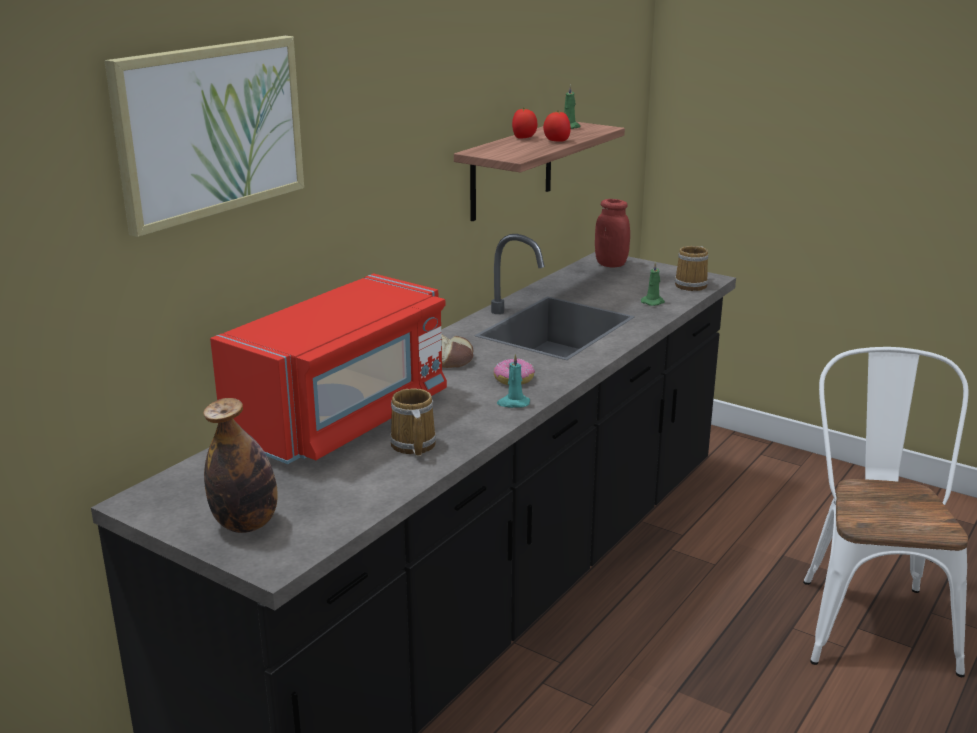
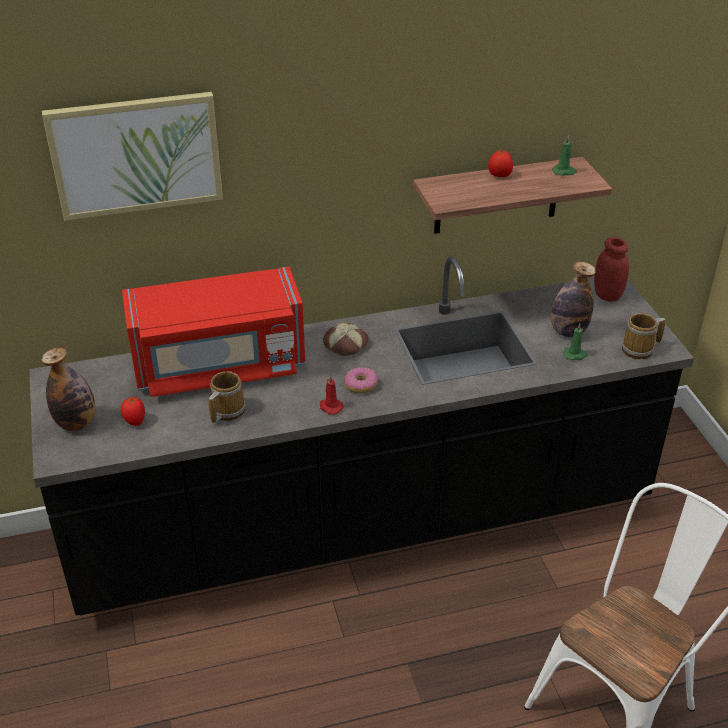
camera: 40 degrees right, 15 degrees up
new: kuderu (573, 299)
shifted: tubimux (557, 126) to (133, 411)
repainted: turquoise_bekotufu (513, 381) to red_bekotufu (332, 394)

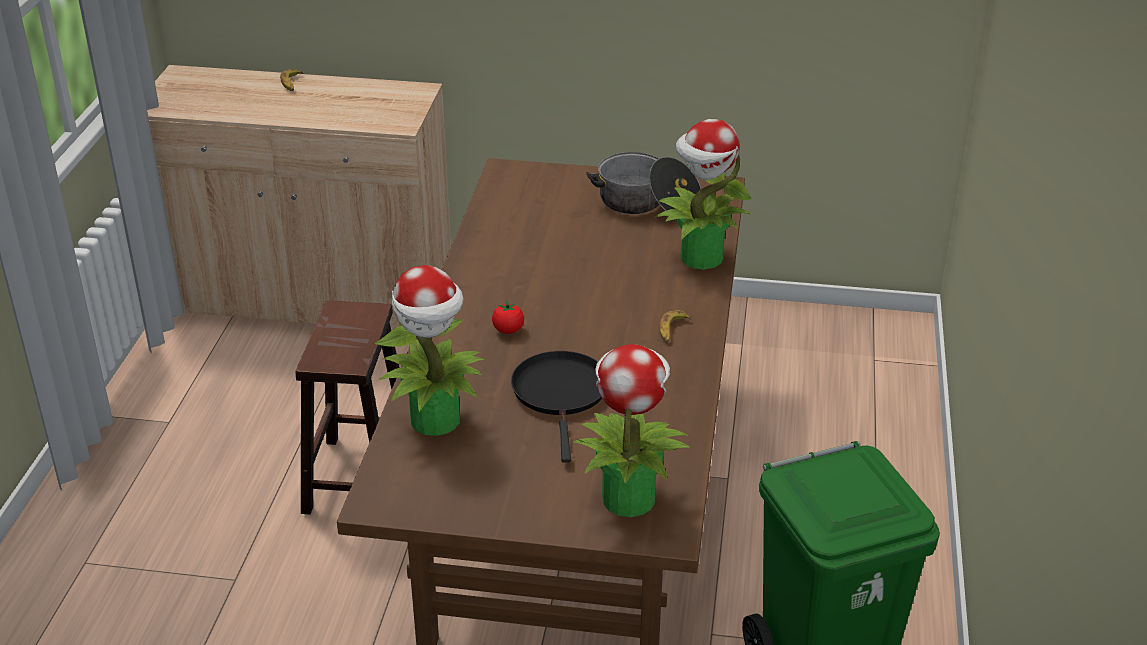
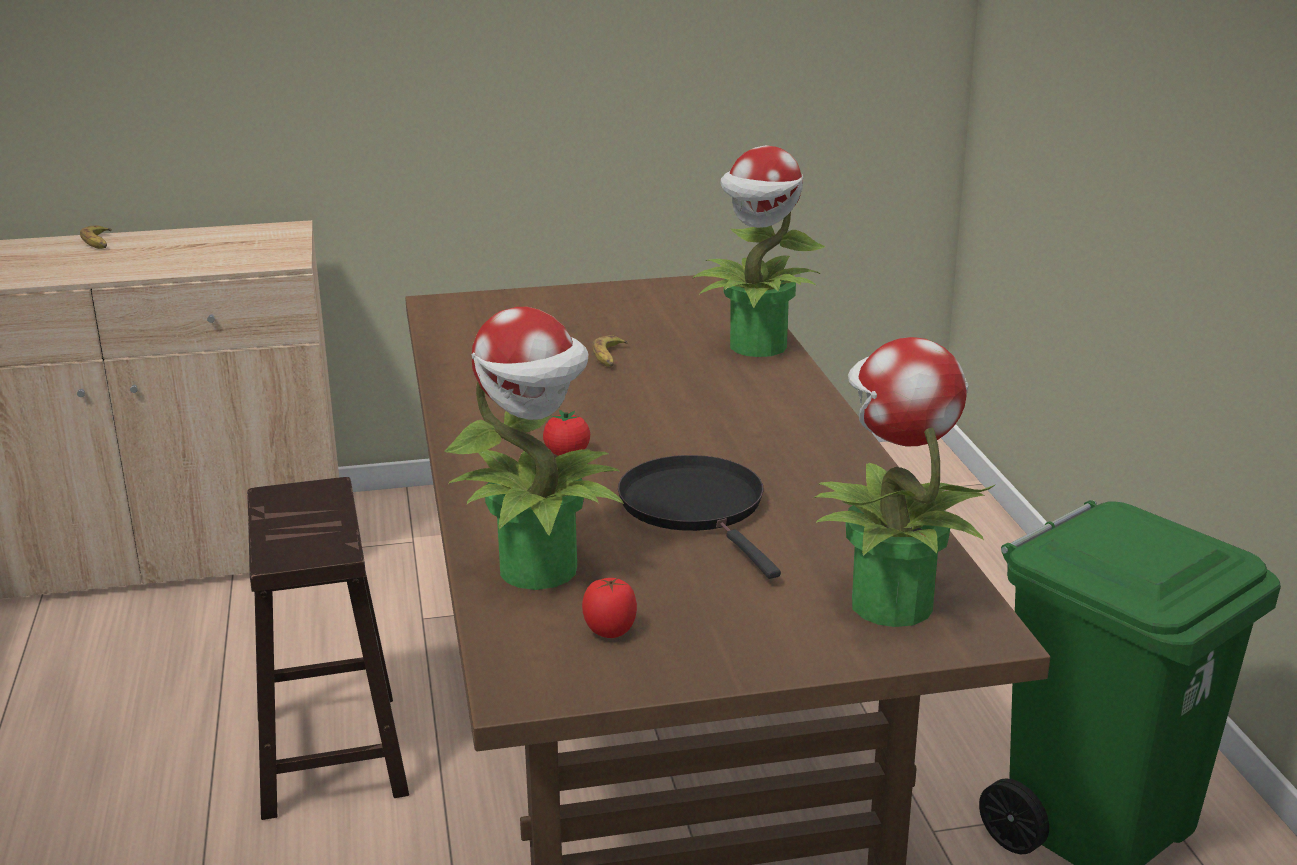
camera: 20 degrees left, 10 degrees down
gone: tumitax (643, 183)
new: tubimux (609, 608)
shifted: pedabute (675, 326) to (610, 351)

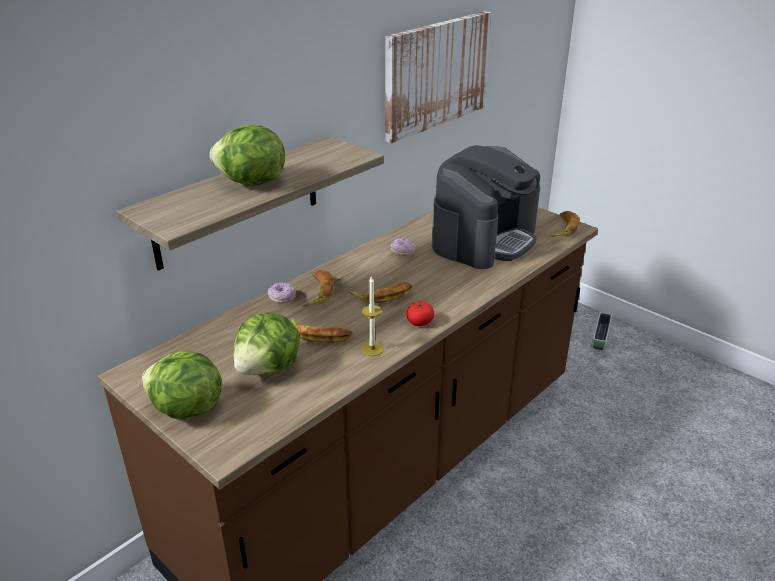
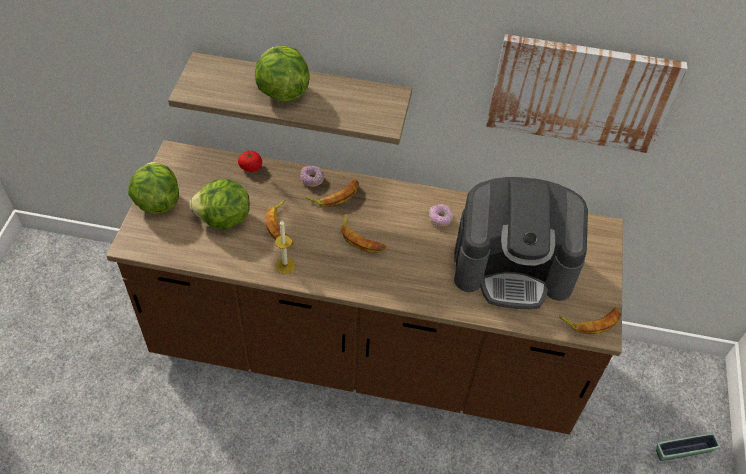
camera: 55 degrees right, 20 degrees up
shifted: tubimux (420, 313) to (250, 161)

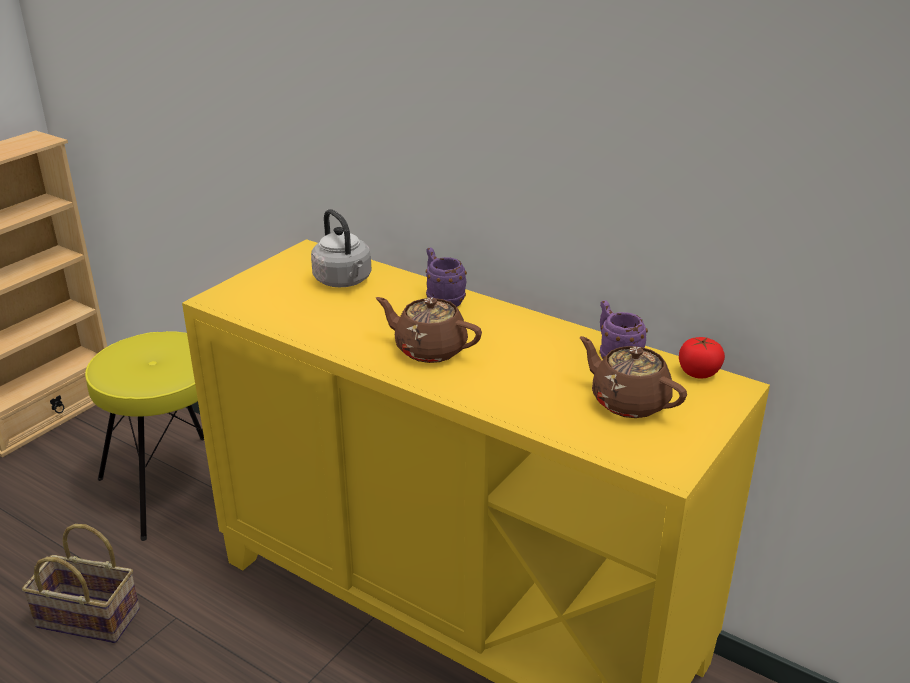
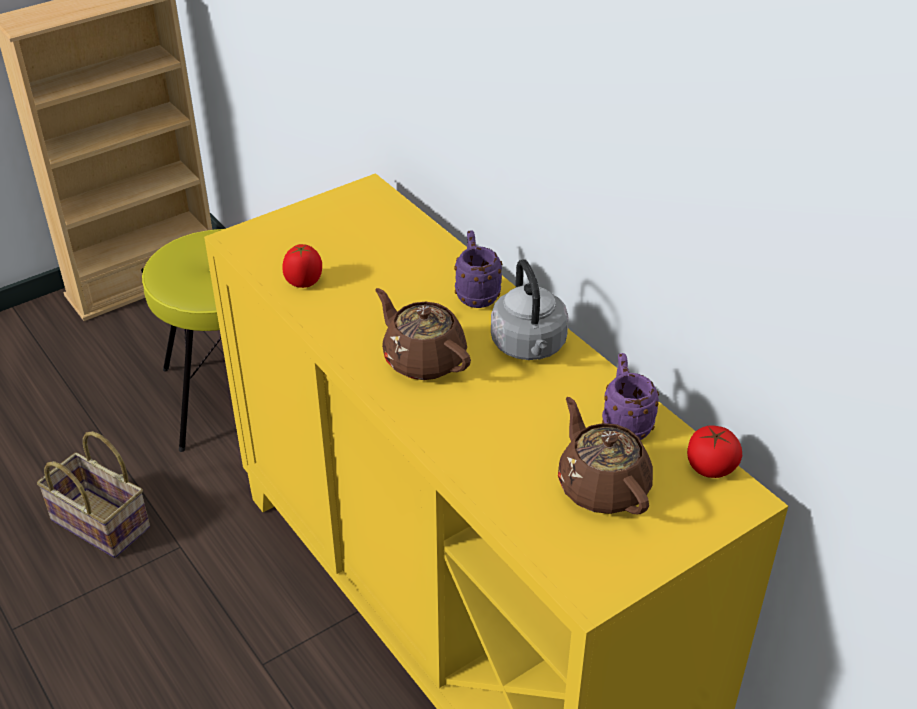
camera: 20 degrees right, 10 degrees up
new: tubimux (302, 266)
shifted: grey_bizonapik (341, 248) to (530, 309)

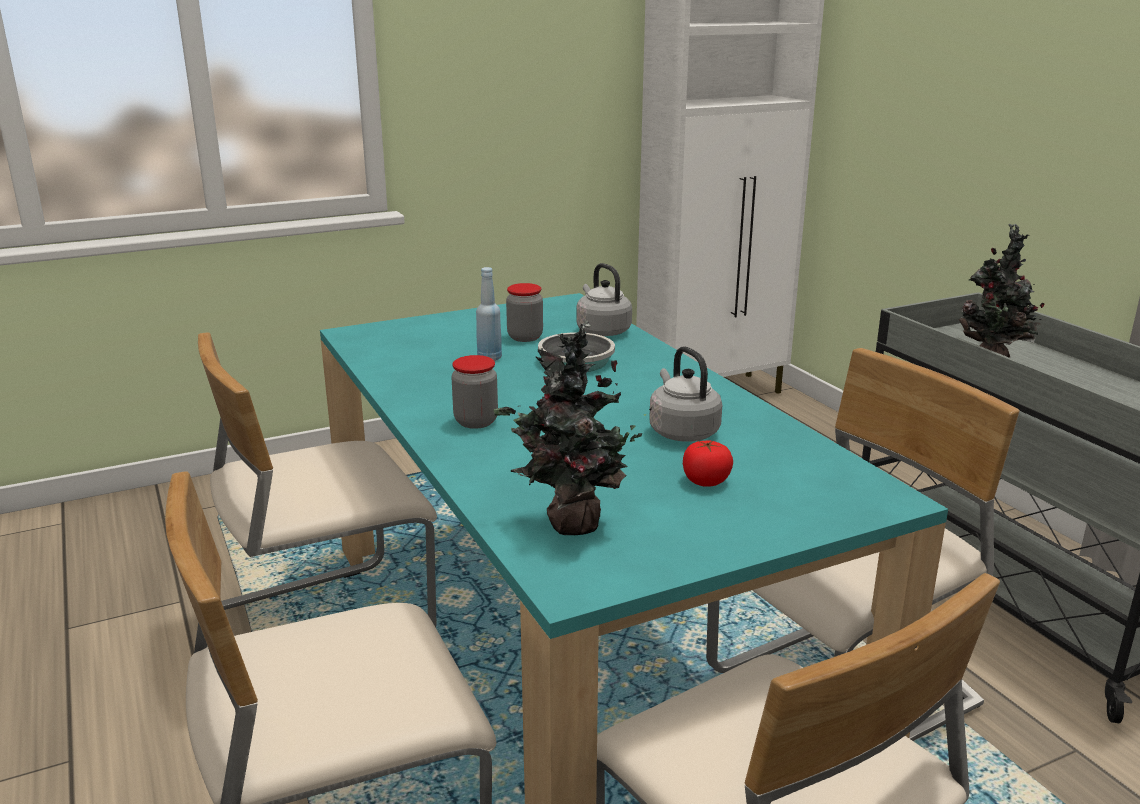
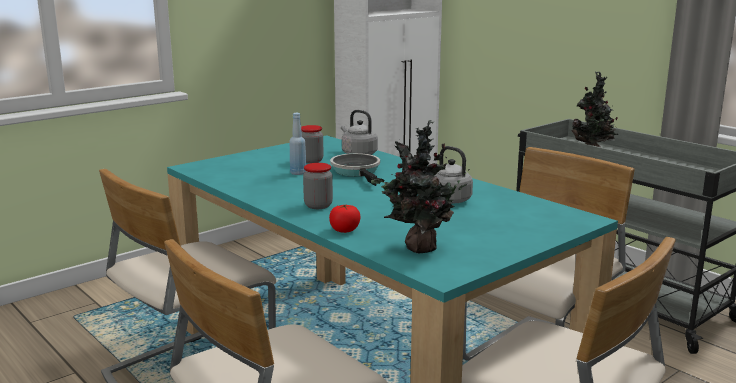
camera: 15 degrees left, 5 degrees down
shifted: tubimux (708, 463) to (345, 218)

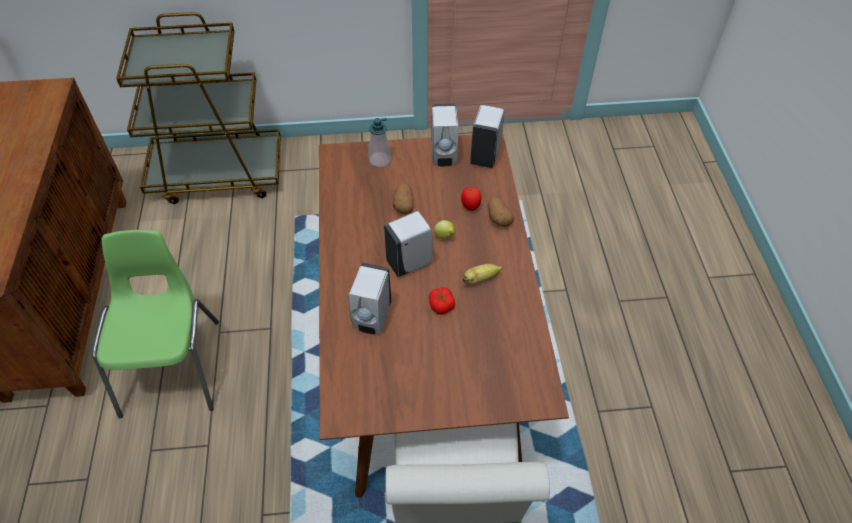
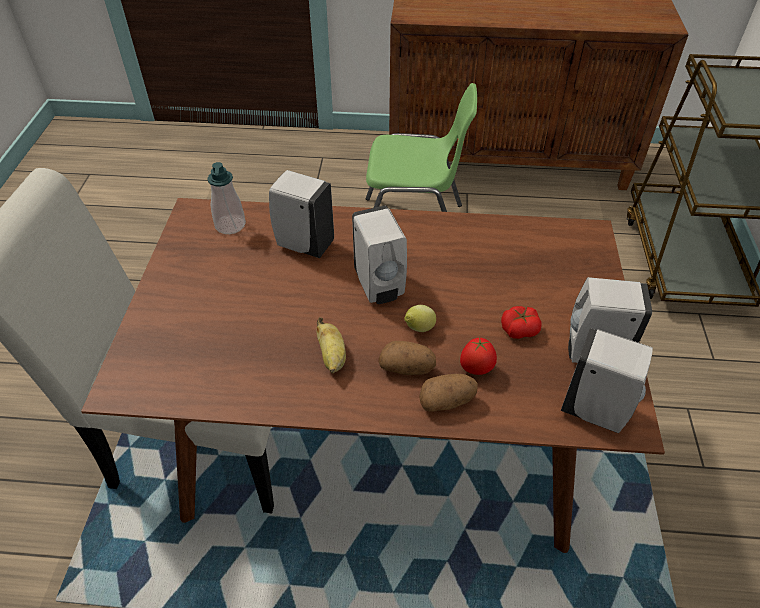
camera: 100 degrees right, 5 degrees down
shifted: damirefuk (379, 142) to (226, 198); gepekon (403, 198) to (407, 358); tubimux (442, 301) to (521, 322)

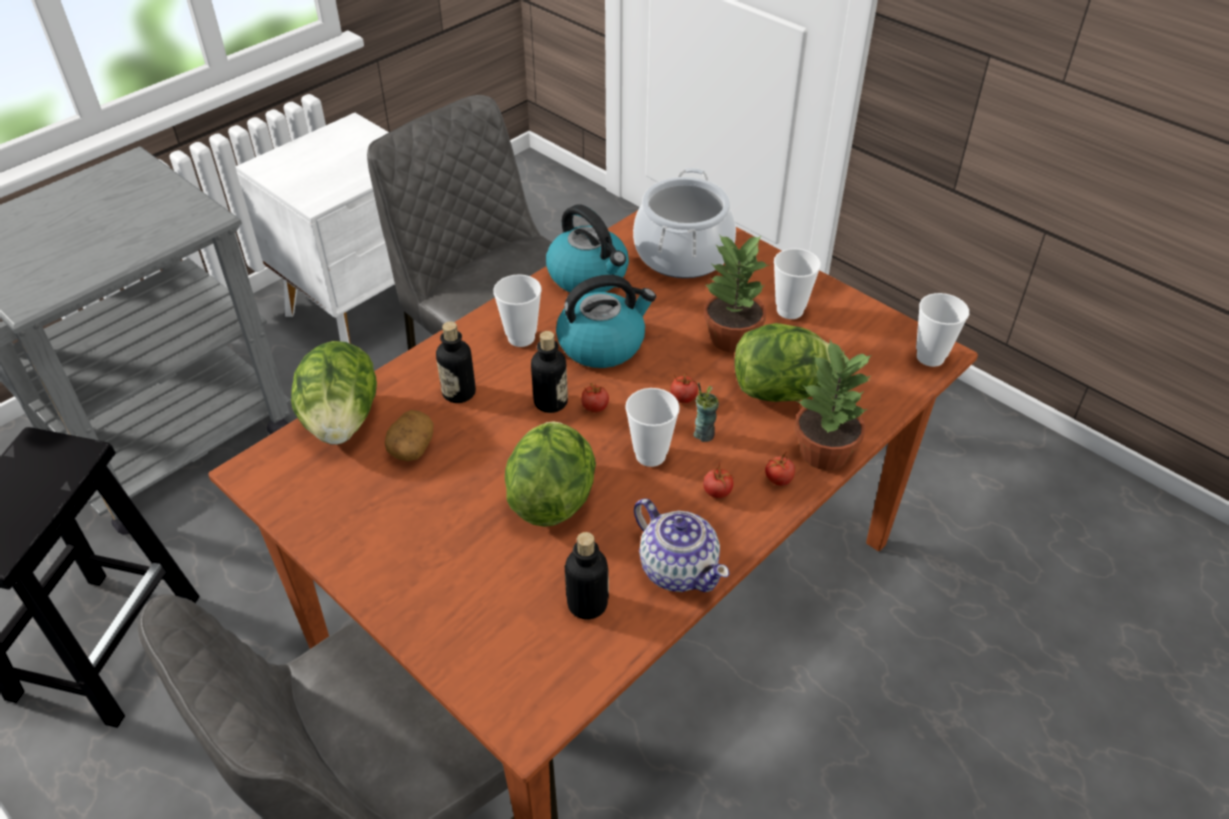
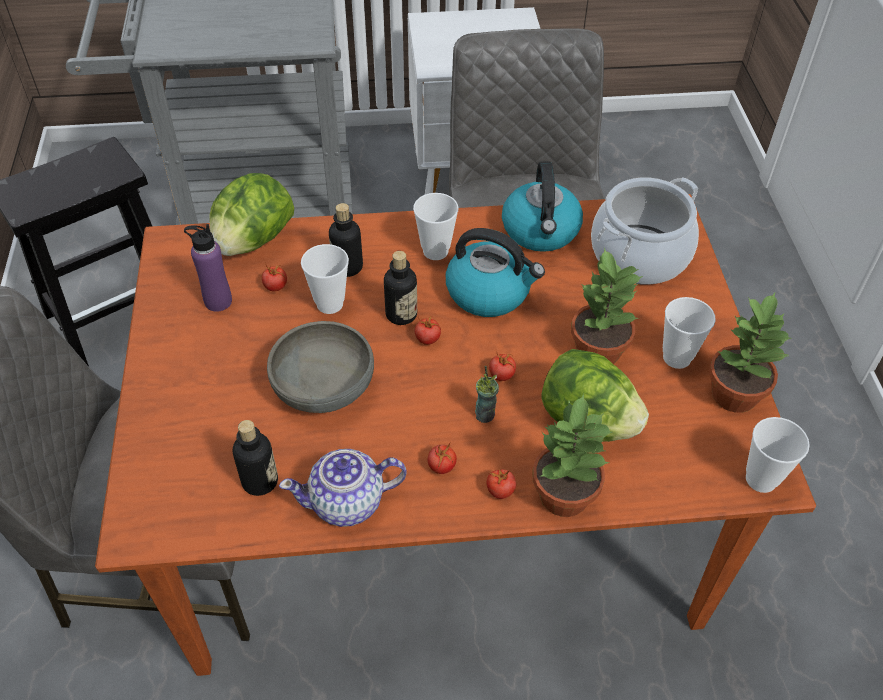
camera: 40 degrees right, 5 degrees up
new: purple_kuderu (208, 268); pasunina (750, 353)
shifted: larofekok (652, 427) to (325, 279)
swapped: gepekon (409, 435) to tubimux (274, 278); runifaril (550, 474) to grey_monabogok (320, 367)
rotated: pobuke (681, 545) = (343, 488) 75 degrees clockwise

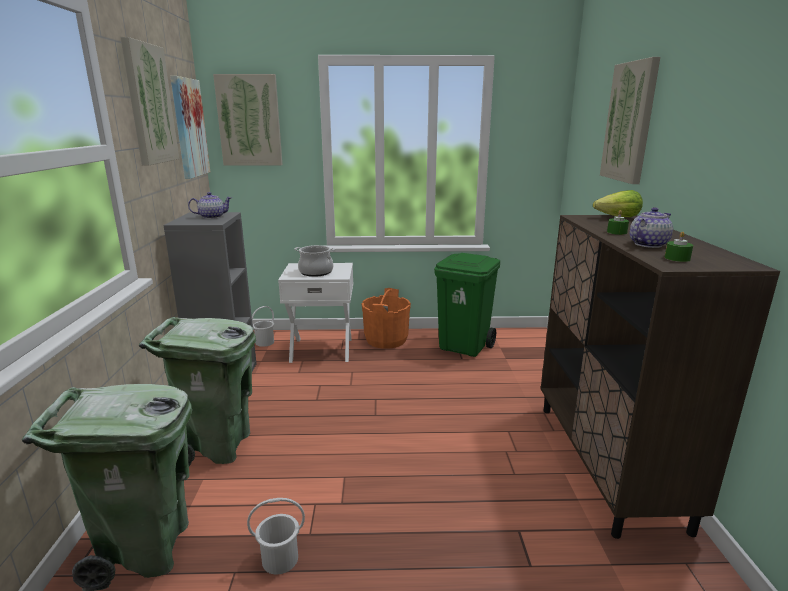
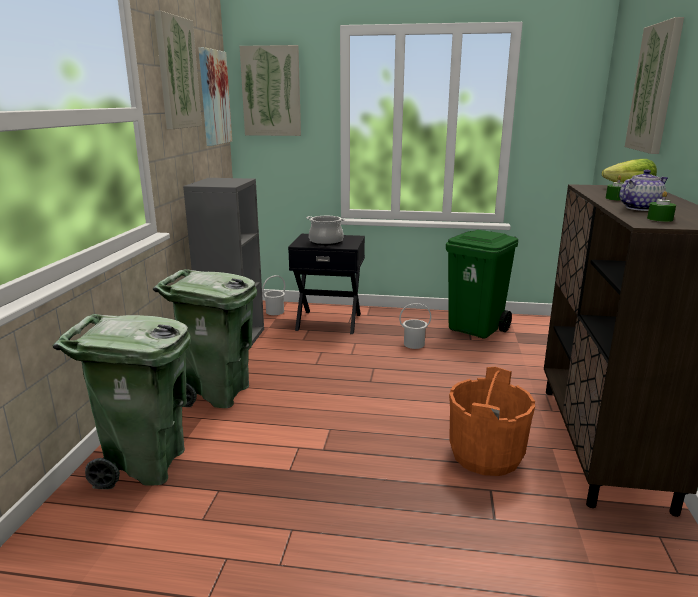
camera: 10 degrees right, 0 degrees up
gone: pobuke (210, 205)
shifted: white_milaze (276, 536) to (415, 326); orange_milaze (386, 318) to (492, 421)
repainted: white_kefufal (315, 313) to black_kefufal (326, 284)

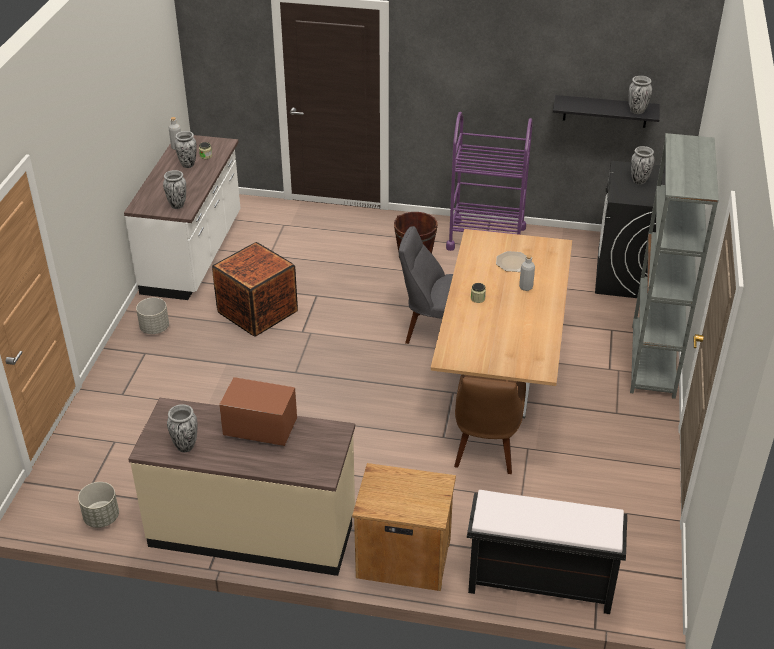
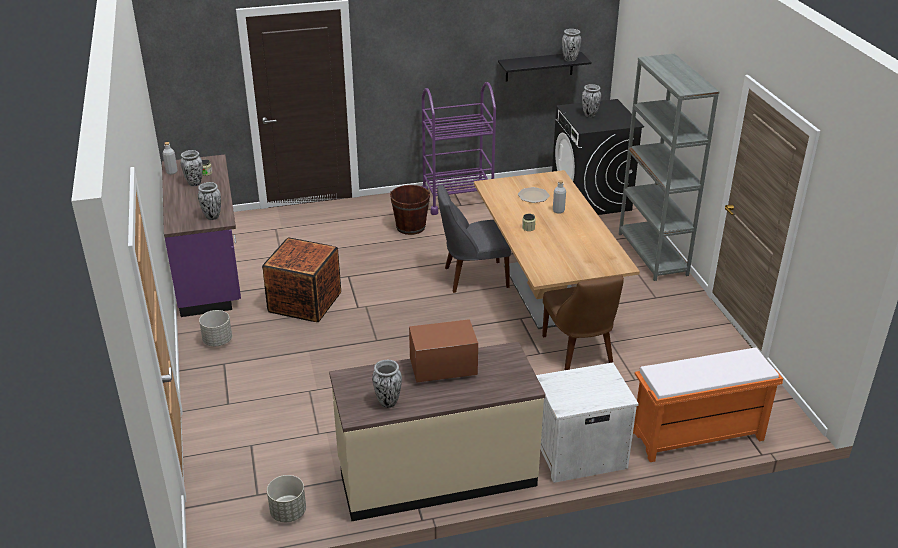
camera: 25 degrees left, 5 degrees down
repainted: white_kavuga (182, 217) to purple_kavuga (201, 236); brown_kefufal (404, 527) to white_kefufal (587, 422); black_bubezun (547, 552) to orange_bubezun (708, 404)

